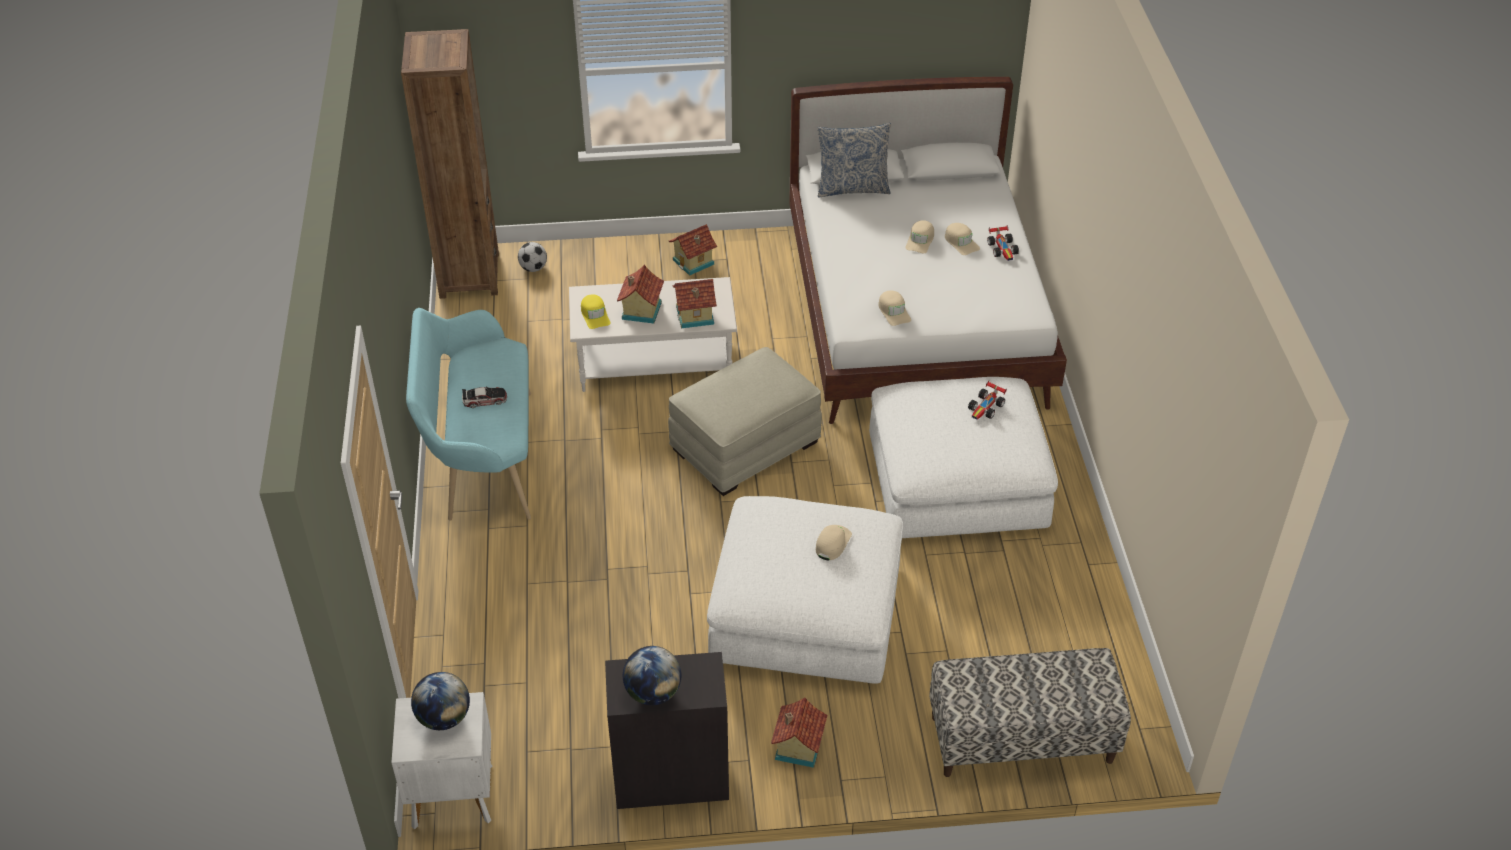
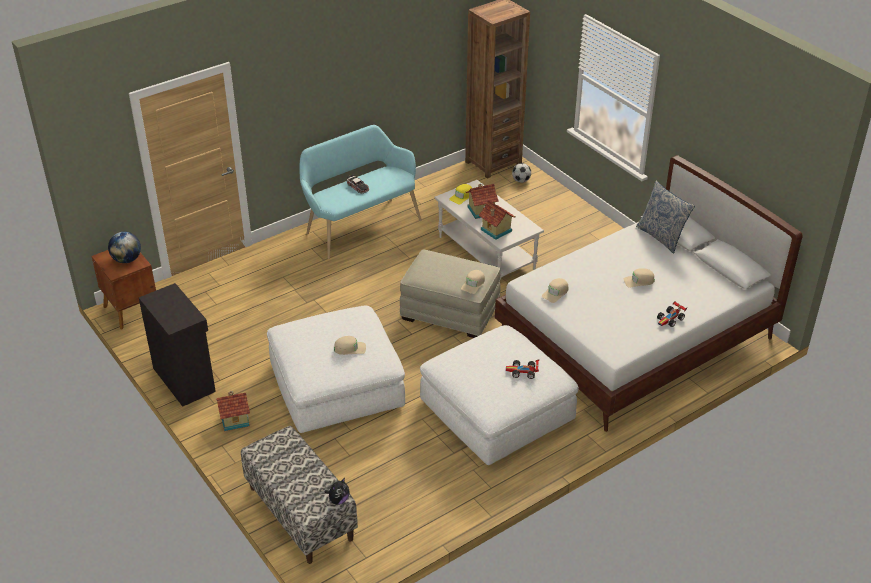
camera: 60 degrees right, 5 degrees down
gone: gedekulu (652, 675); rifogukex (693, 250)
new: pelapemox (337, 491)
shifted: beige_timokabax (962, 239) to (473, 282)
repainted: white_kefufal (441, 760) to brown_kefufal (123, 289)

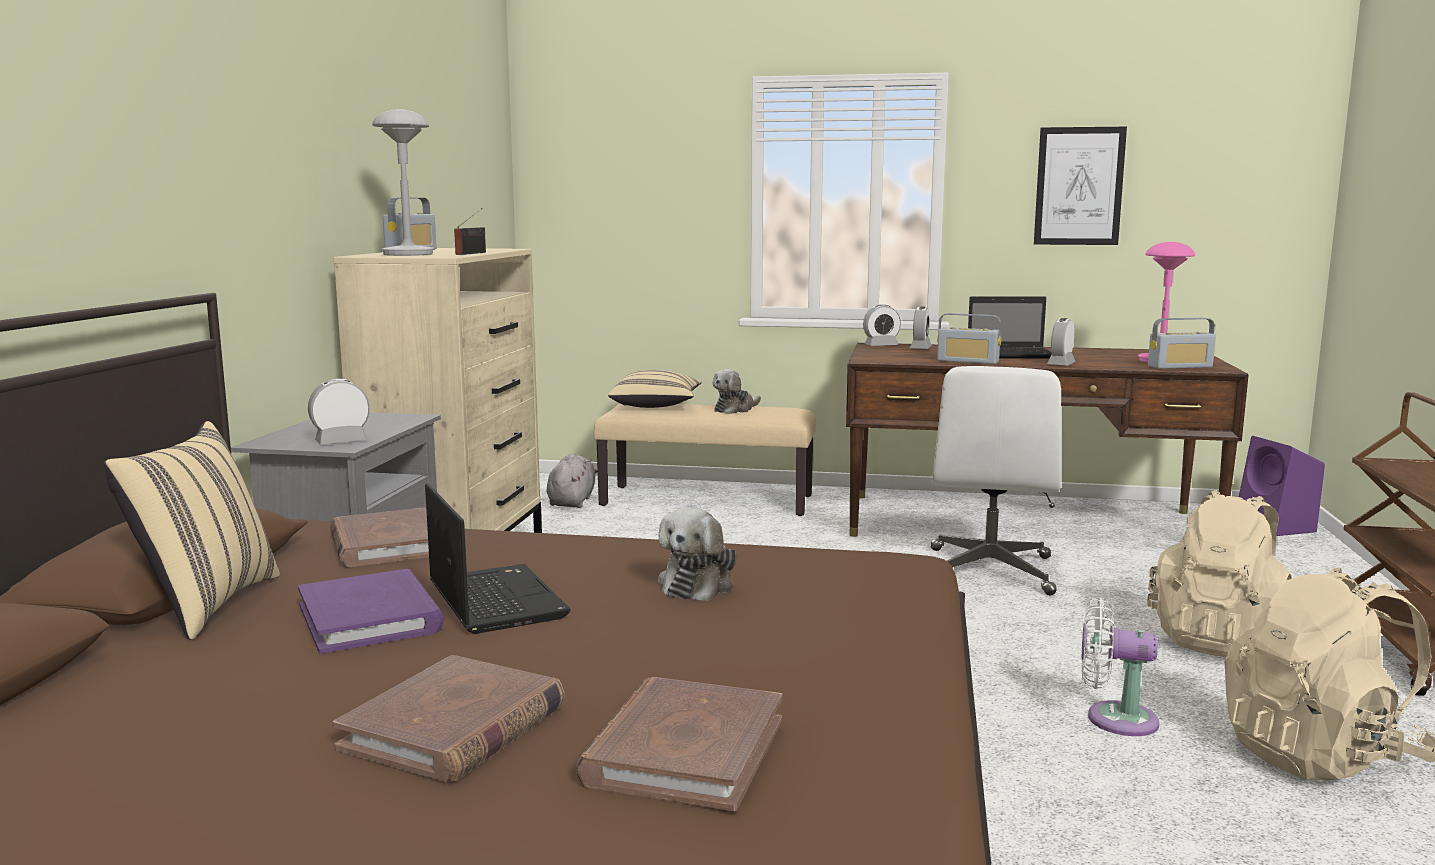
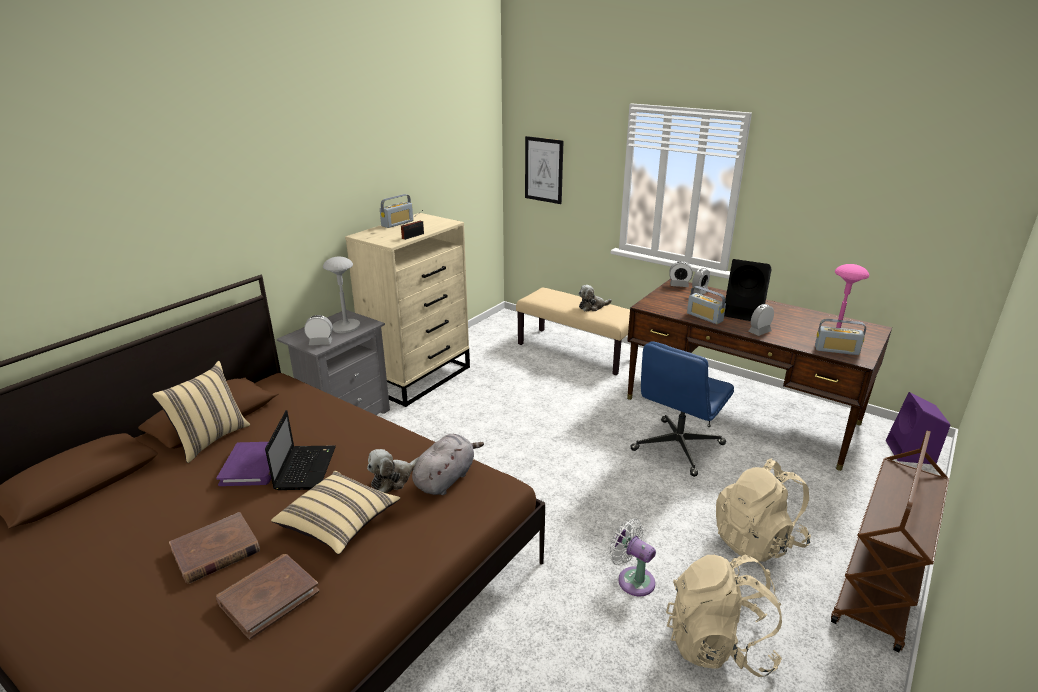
camera: 25 degrees right, 15 degrees up
gone: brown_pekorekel (379, 537)
shifted: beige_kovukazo (655, 389) to (336, 512); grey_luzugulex (403, 182) to (341, 295); grey_pelapemox (572, 480) to (448, 464); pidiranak (1080, 186) to (544, 170)
swapped: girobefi (1010, 327) to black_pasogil (748, 290)
repainted: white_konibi (996, 480) to blue_konibi (682, 409)

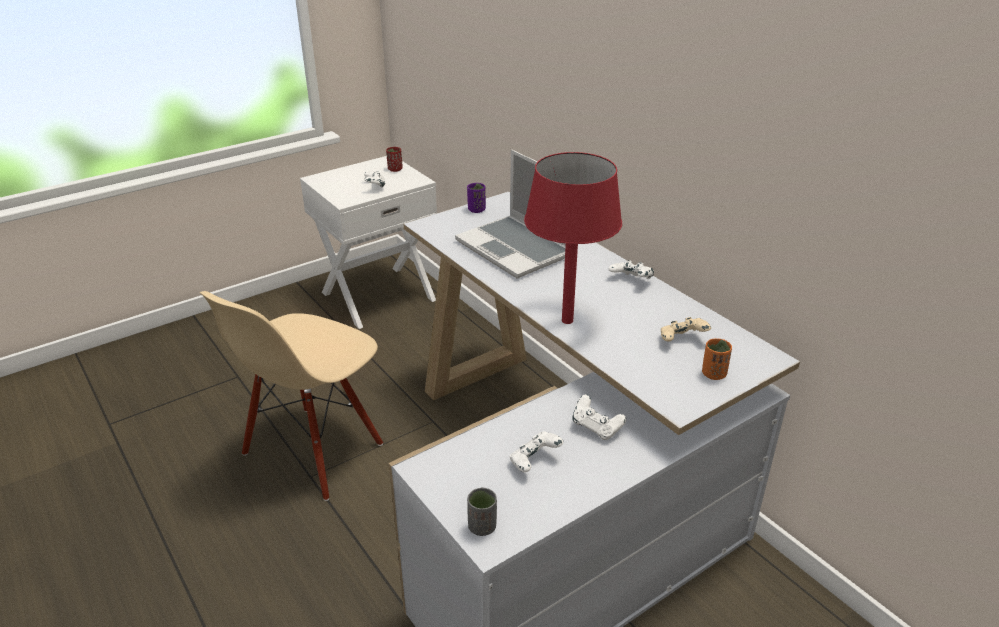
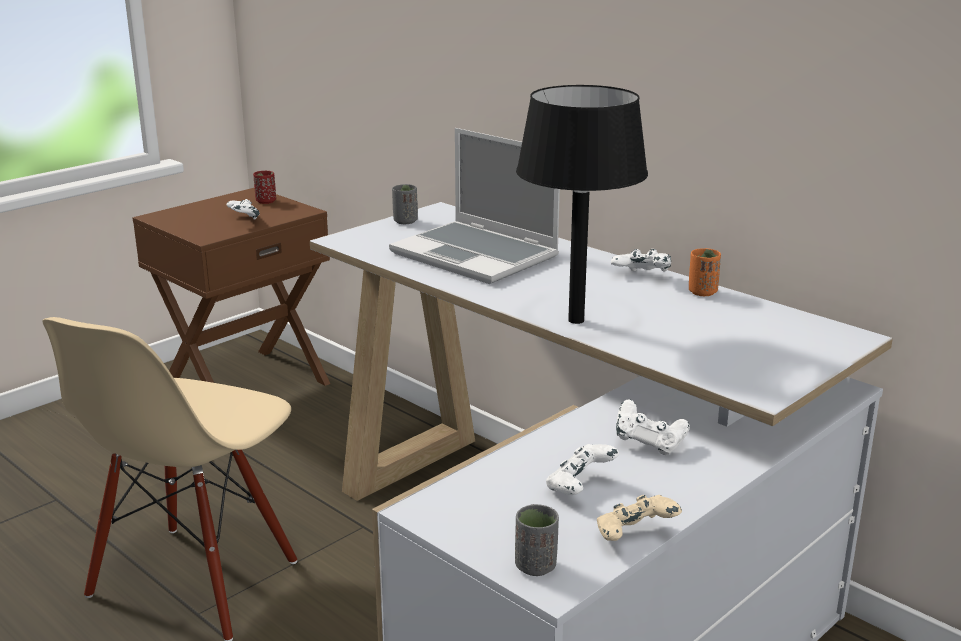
camera: 10 degrees left, 10 degrees down
shifted: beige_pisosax (686, 329) to (639, 518); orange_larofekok (717, 359) to (705, 272)
repainted: white_kefufal (368, 242) to brown_kefufal (231, 287); purple_larofekok (476, 198) to grey_larofekok (405, 204); red_luzugulex (573, 238) to black_luzugulex (582, 204)

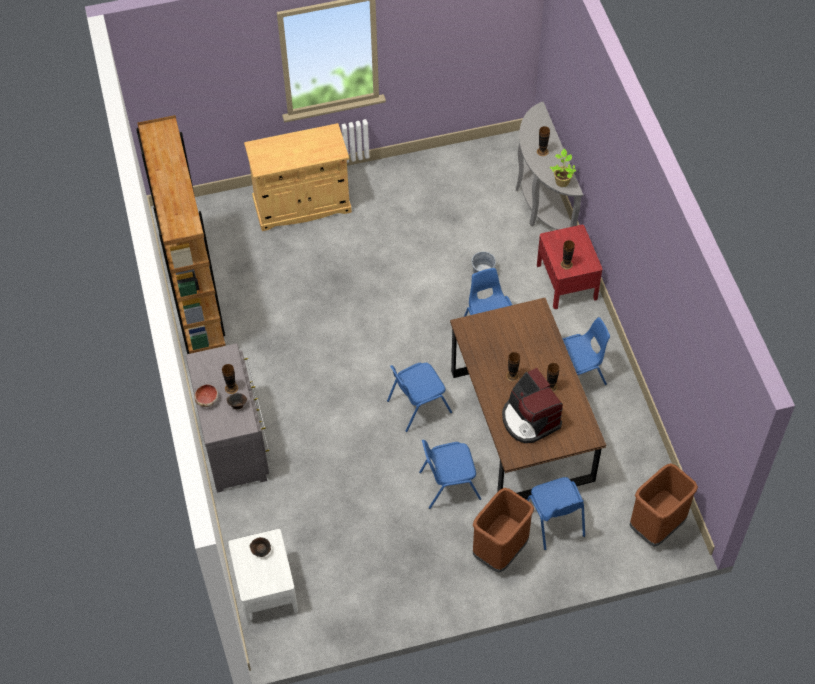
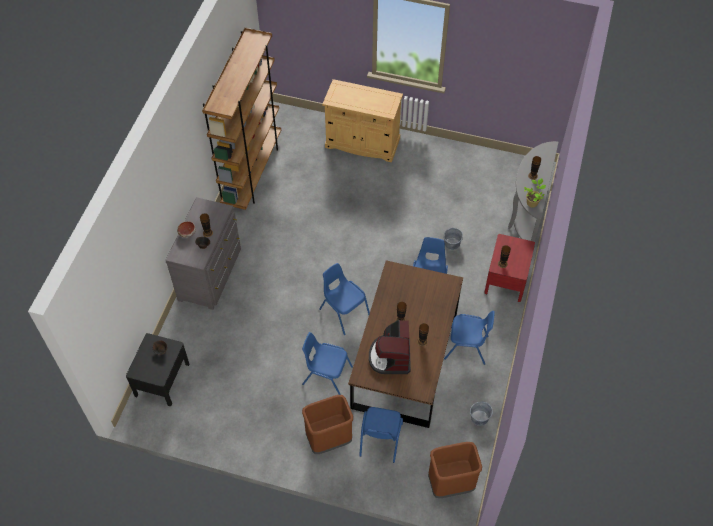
camera: 30 degrees right, 0 degrees up
new: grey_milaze (481, 413)
repainted: white_kefufal (263, 577) to black_kefufal (157, 369)
rotated: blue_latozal (419, 397) = (344, 299) 45 degrees clockwise

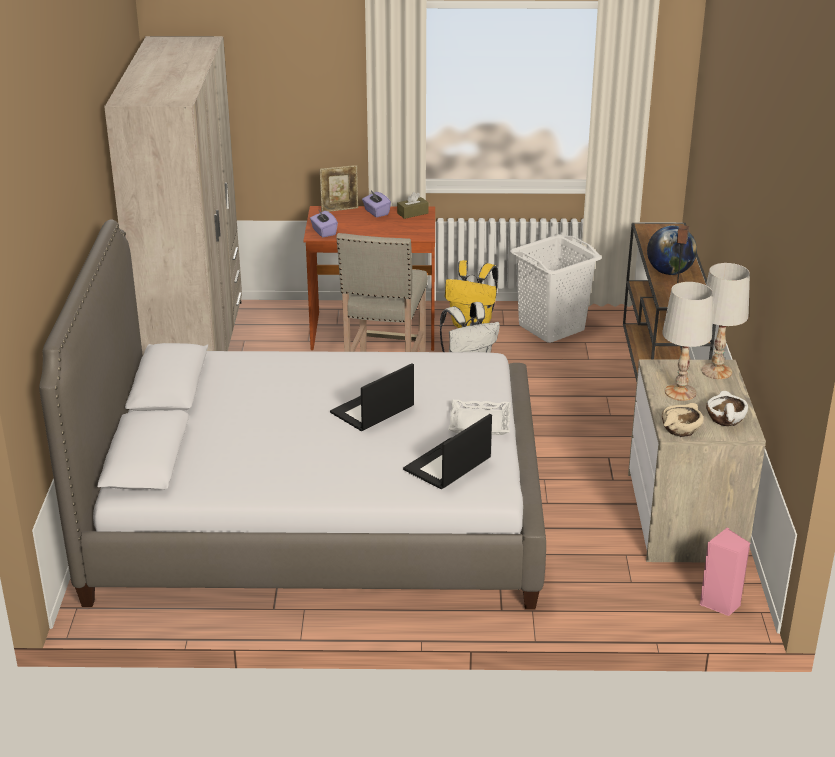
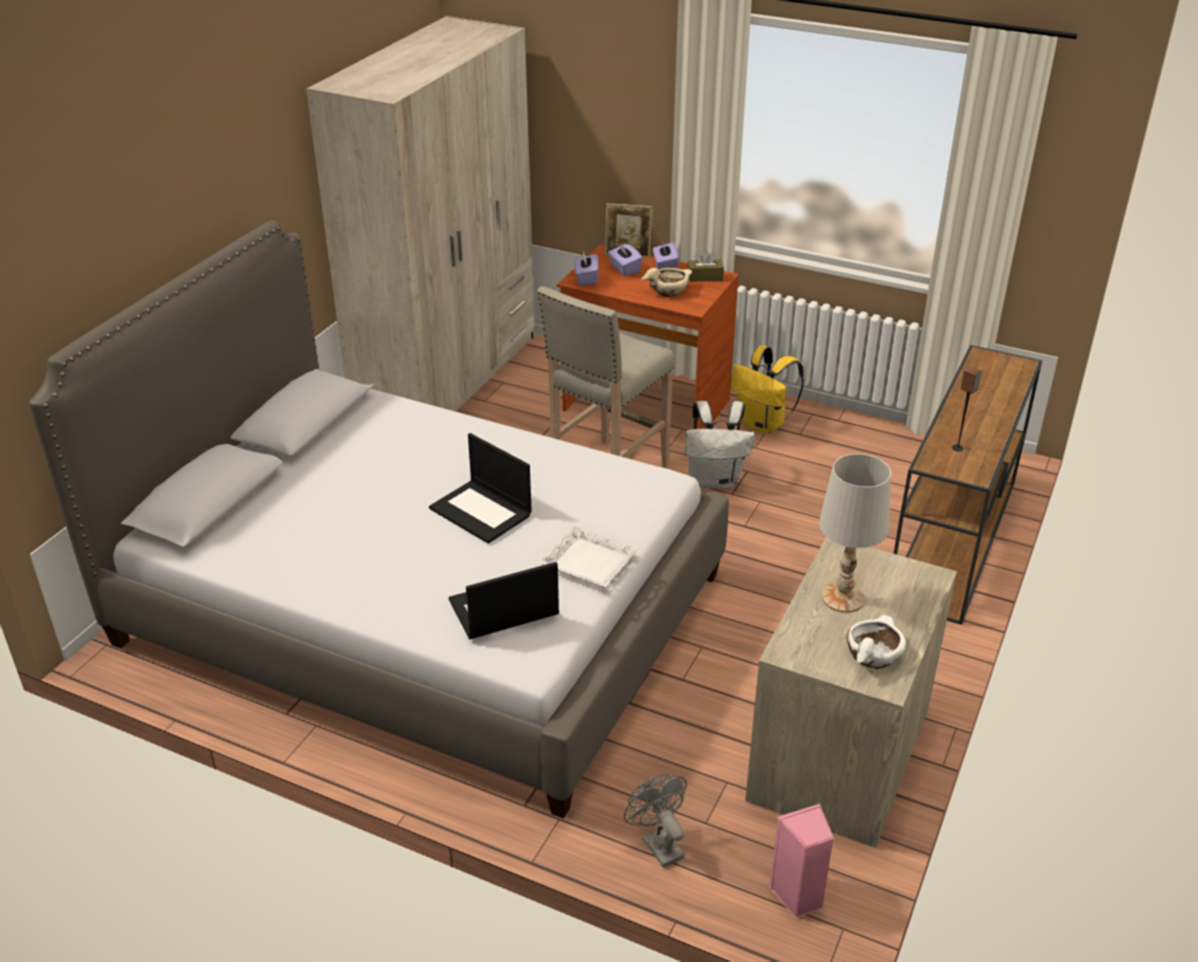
camera: 25 degrees right, 5 degrees up
gone: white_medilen (556, 288); gedekulu (672, 250); white_luzugulex (725, 321)
new: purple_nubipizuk (625, 259); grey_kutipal (655, 821)
shifted: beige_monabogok (683, 420) to (666, 282)
rotated: girobefi (372, 397) = (480, 488) 120 degrees counterclockwise

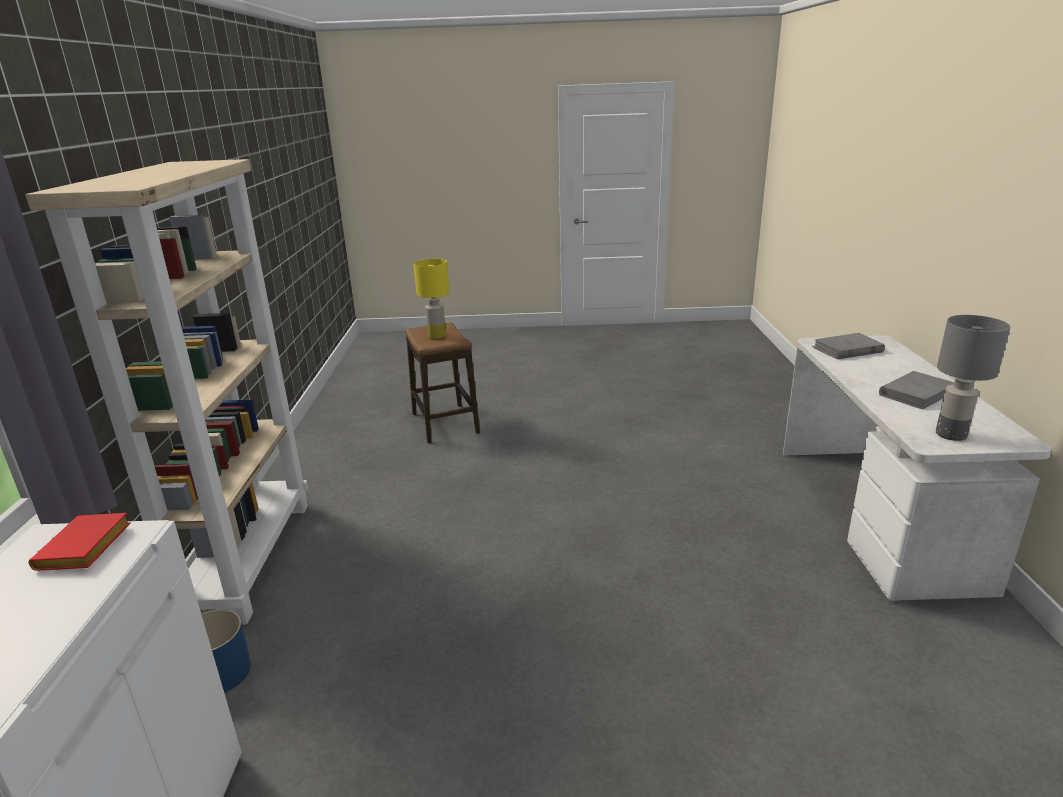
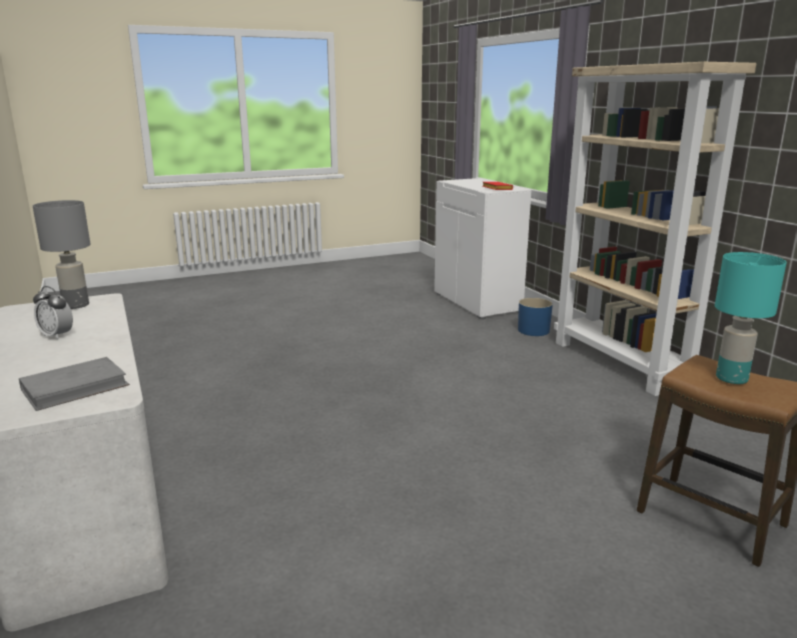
camera: 155 degrees right, 5 degrees down
swapped: grey_pekorekel (916, 390) to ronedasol (53, 313)
repainted: yellow_luzugulex (431, 299) to turquoise_luzugulex (751, 318)

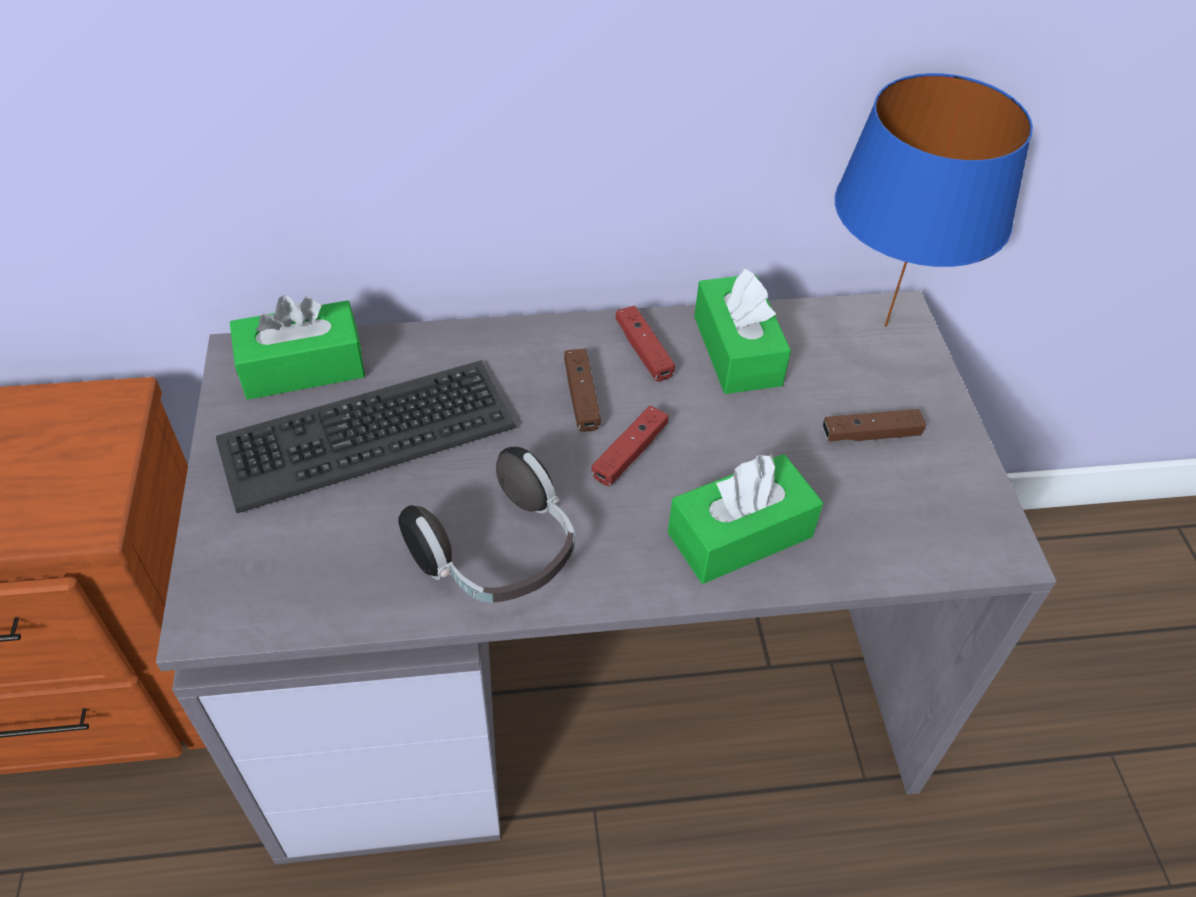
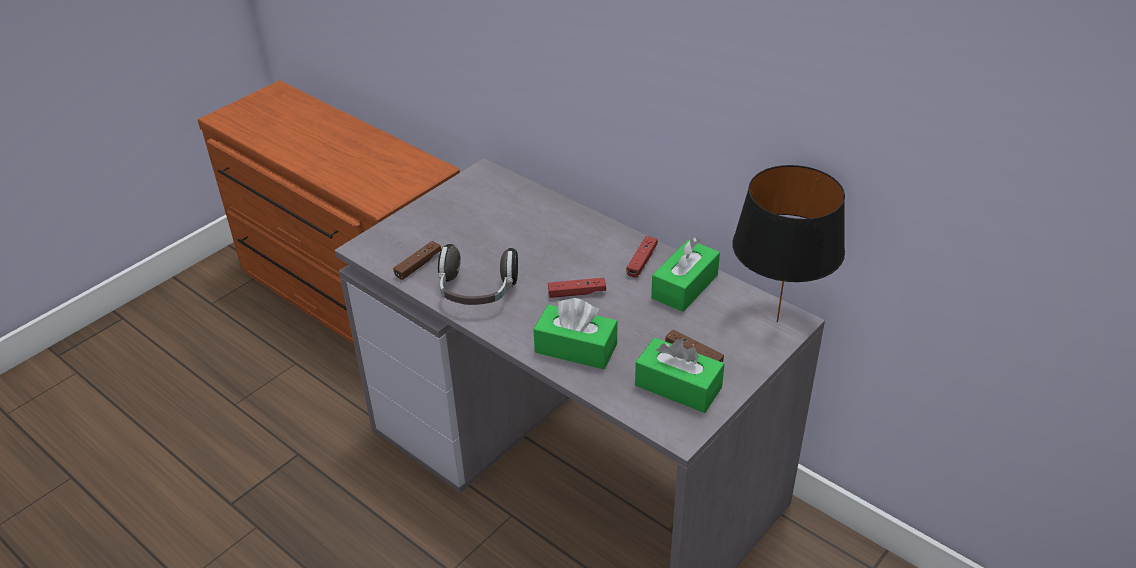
camera: 50 degrees right, 10 degrees down
gone: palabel (366, 436)
shifted: brown_pisosax (582, 390) to (417, 260); green_nubipizuk (297, 347) to (680, 375)
repainted: blue_luzugulex (934, 200) to black_luzugulex (788, 243)

